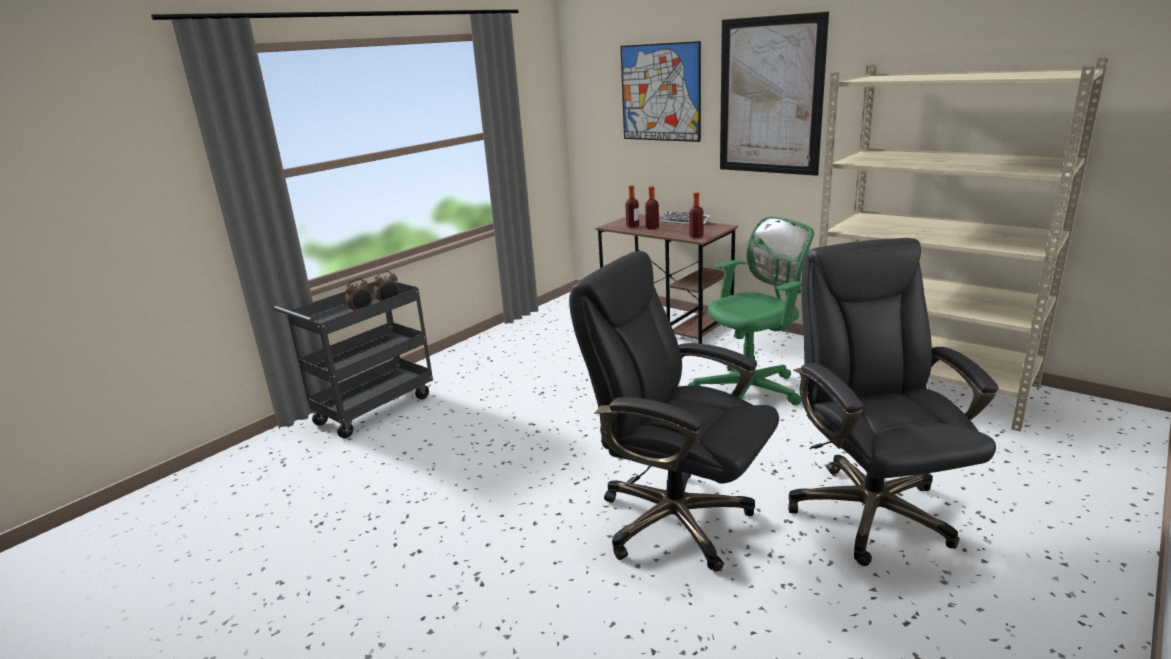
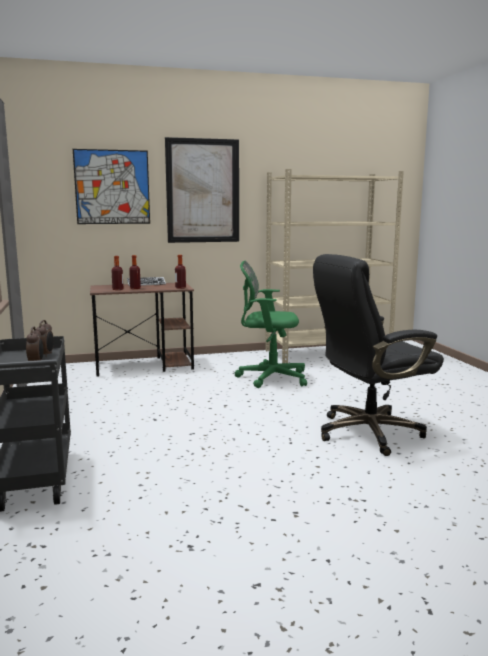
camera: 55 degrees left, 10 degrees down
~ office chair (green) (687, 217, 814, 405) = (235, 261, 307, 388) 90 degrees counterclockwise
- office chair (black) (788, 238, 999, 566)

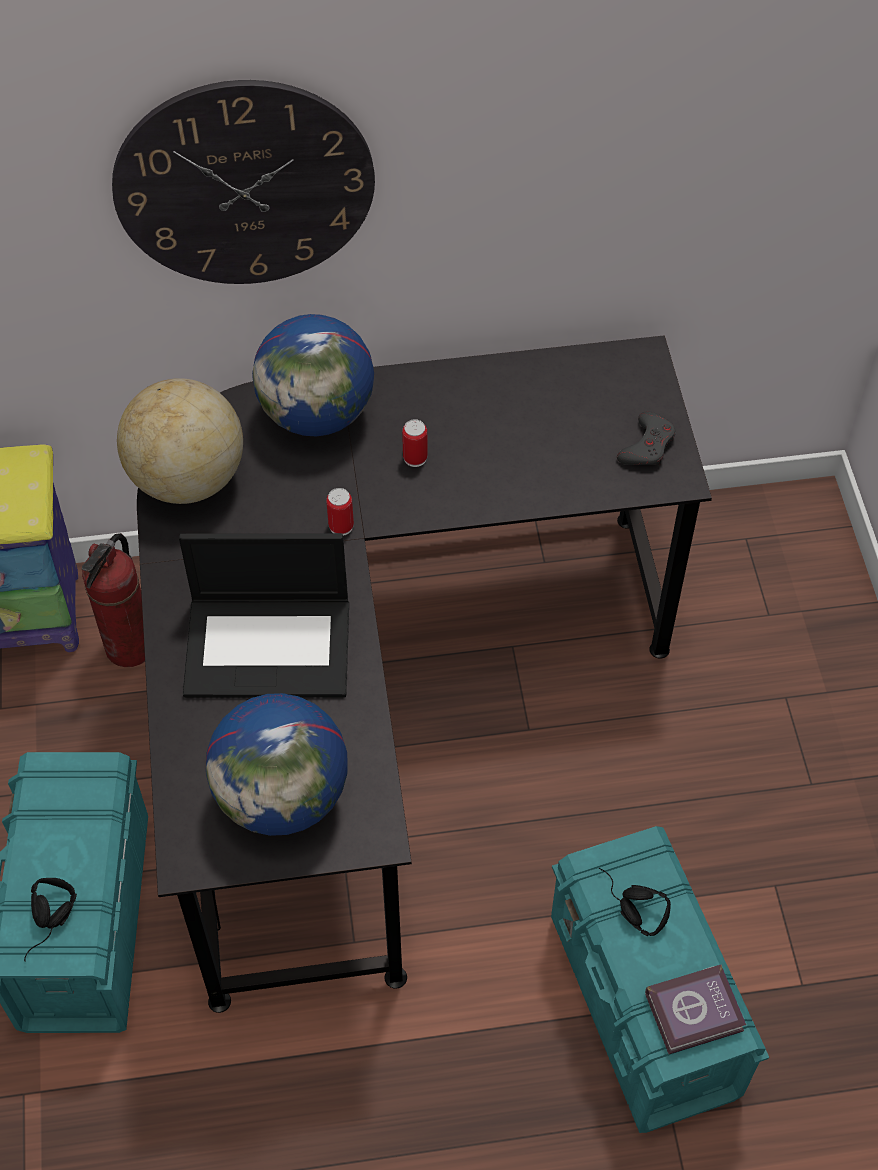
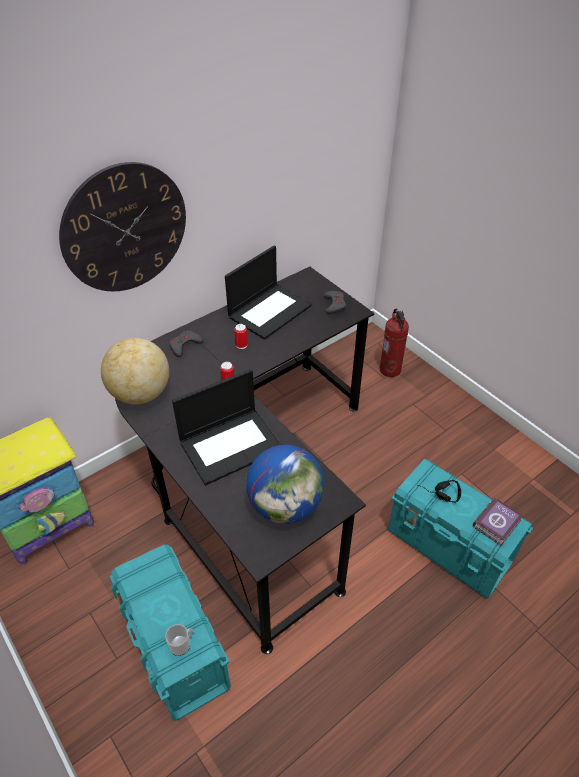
camera: 30 degrees left, 10 degrees down
~ globe (252, 314, 374, 436) to game controller (grey) (169, 331, 203, 357)
~ fire extinguisher (82, 533, 145, 667) to (380, 309, 409, 377)
~ headphones (black) (24, 878, 77, 962) to mug (165, 624, 193, 656)
+ laptop (225, 245, 312, 340)

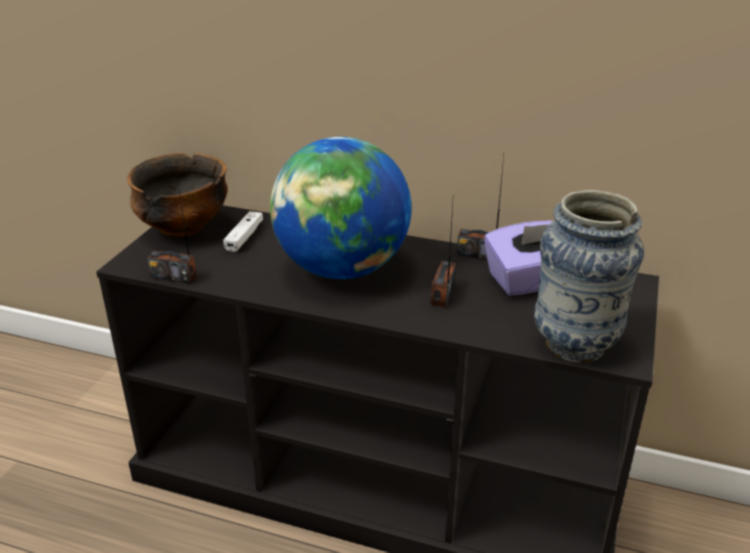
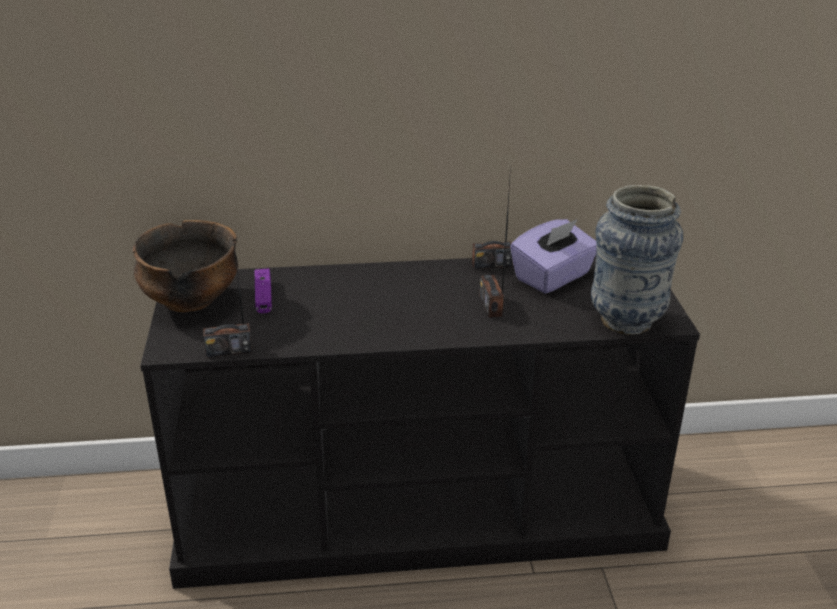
camera: 25 degrees left, 0 degrees up
- globe (270, 137, 411, 279)
~ game controller (white) (223, 211, 263, 252) to game controller (purple) (255, 269, 272, 313)

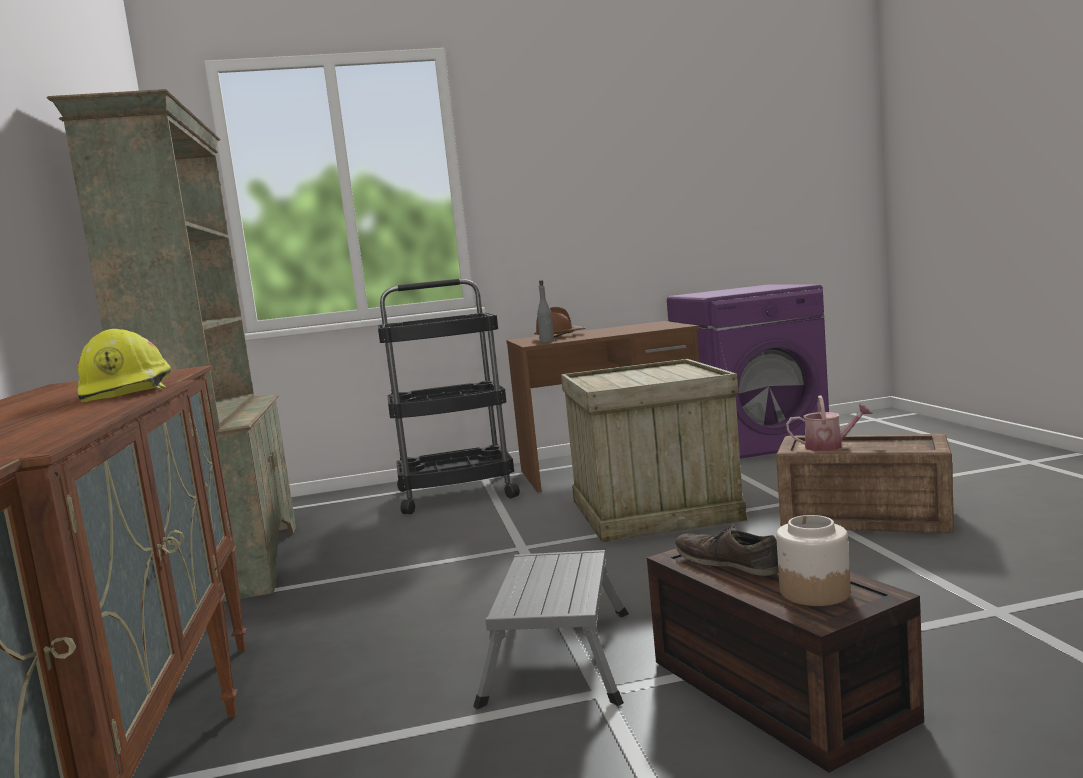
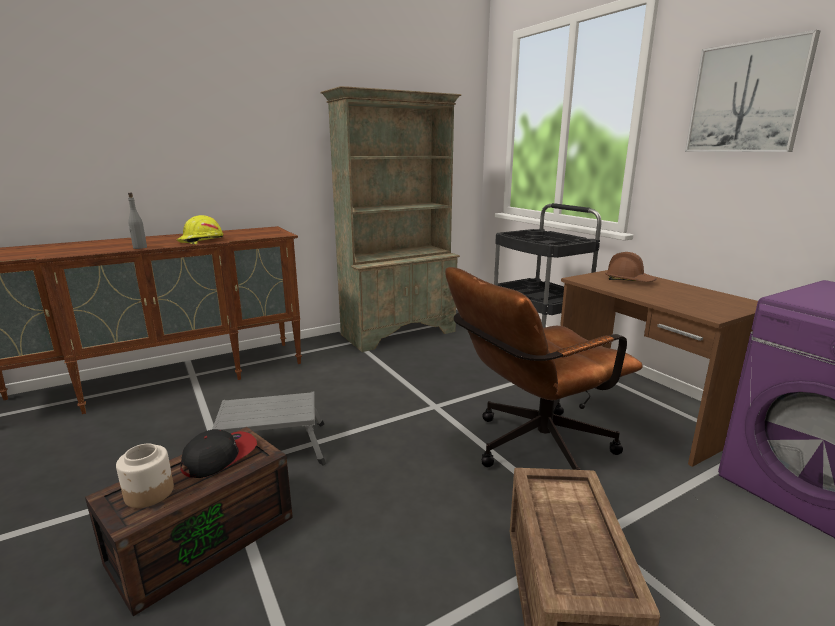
camera: 70 degrees right, 10 degrees up
~ bottle (grey) (537, 280, 554, 343) to (128, 193, 147, 249)
~ crate (561, 359, 747, 542) to office chair (brown) (445, 267, 643, 470)
- watering can (786, 396, 873, 451)
~ shoe (brown) (675, 526, 779, 576) to cap (180, 429, 257, 478)
+ picture (685, 30, 820, 152)

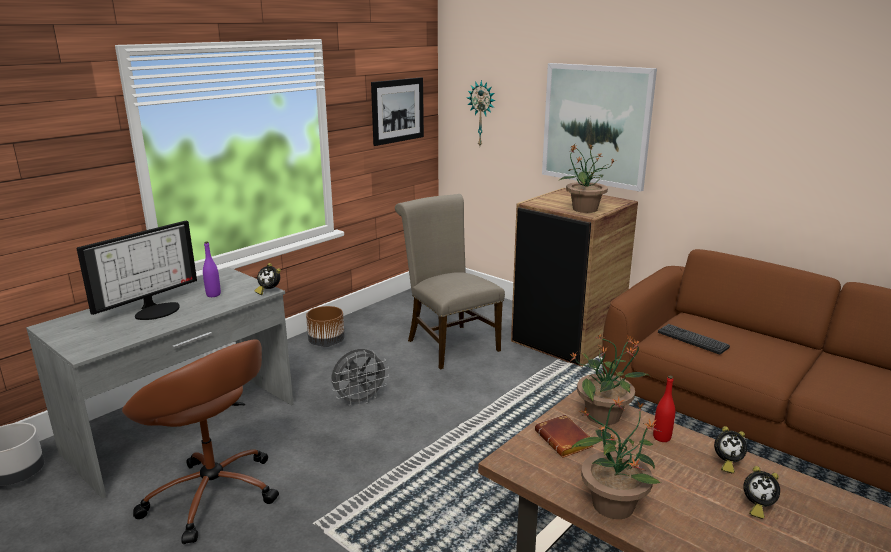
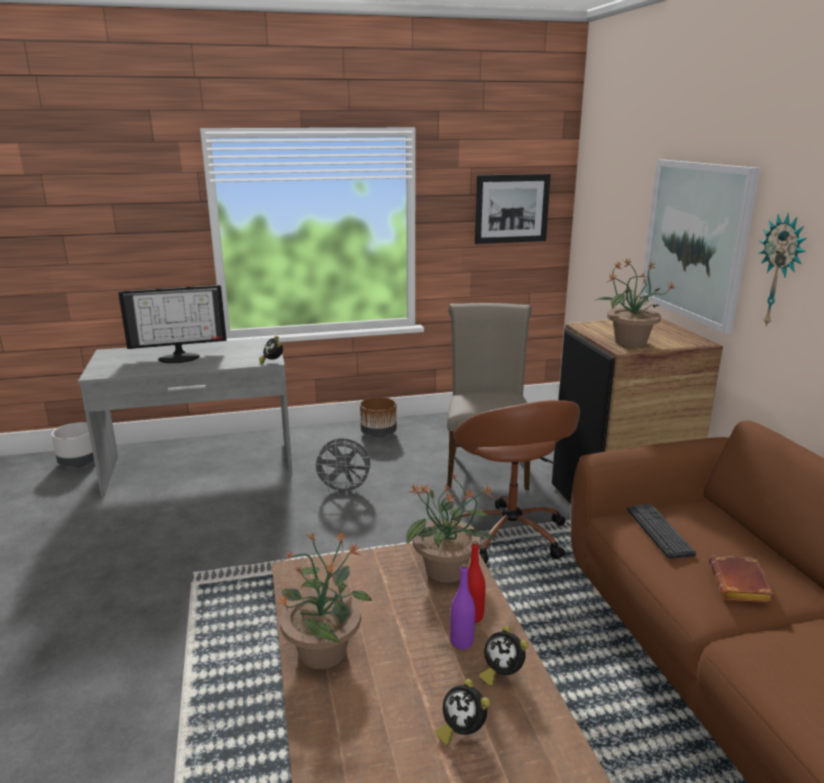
camera: 35 degrees right, 0 degrees up
~ wall clock (467, 80, 496, 146) to (759, 213, 807, 326)
~ bottle (purple) (203, 242, 221, 297) to (450, 563, 475, 649)
~ office chair (brown) (122, 339, 279, 544) to (453, 400, 580, 564)
~ book (brown) (535, 414, 593, 458) to (709, 556, 774, 603)

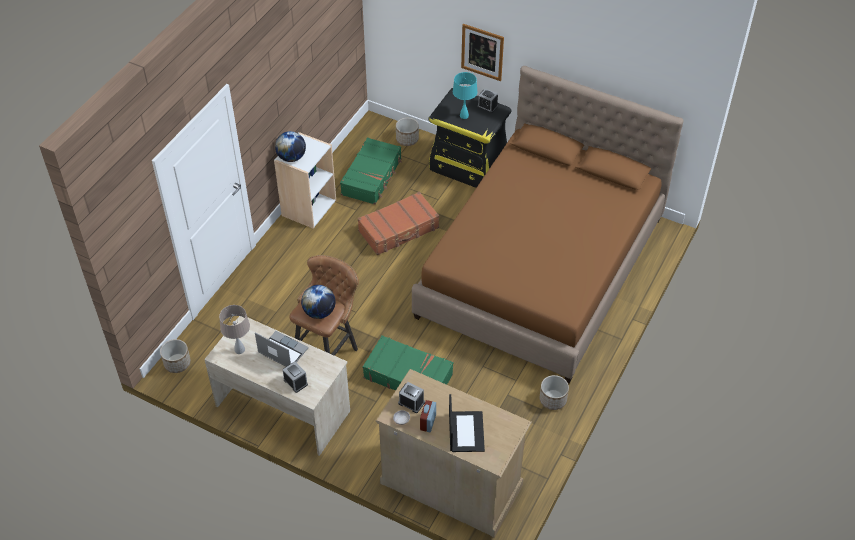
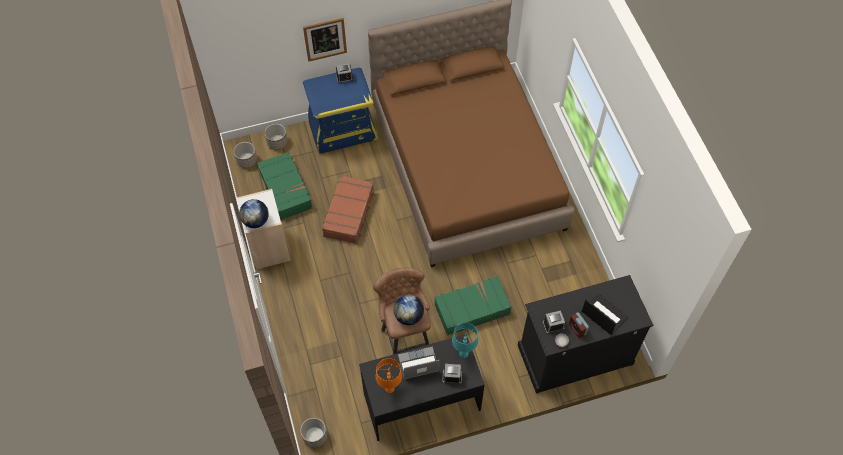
camera: 45 degrees left, 10 degrees up
~ table lamp (turquoise) (453, 72, 477, 119) to (452, 322, 478, 358)
~ nightstand (black) (428, 88, 512, 188) to nightstand (blue) (303, 68, 378, 153)
~ table lamp (beige) (219, 305, 250, 354) to table lamp (orange) (376, 358, 402, 393)
~ desk (beige) (204, 316, 350, 456) to desk (black) (359, 334, 485, 441)
~ dresser (beige) (376, 369, 532, 538) to dresser (black) (518, 275, 654, 394)
~ planter (540, 375, 569, 410) to (233, 142, 257, 168)

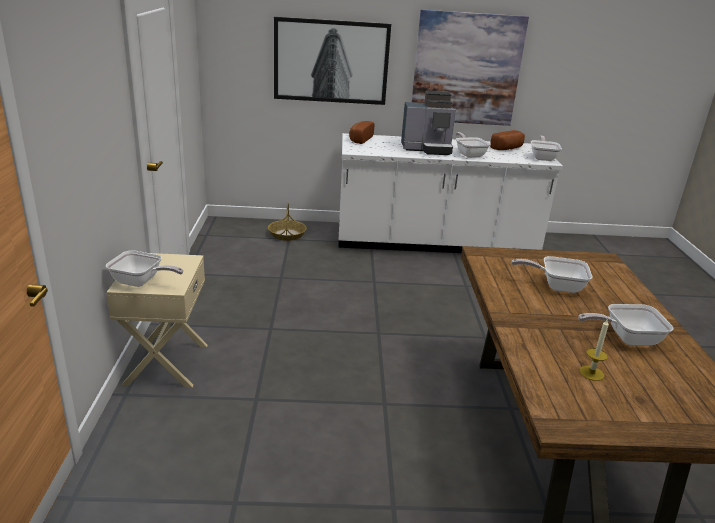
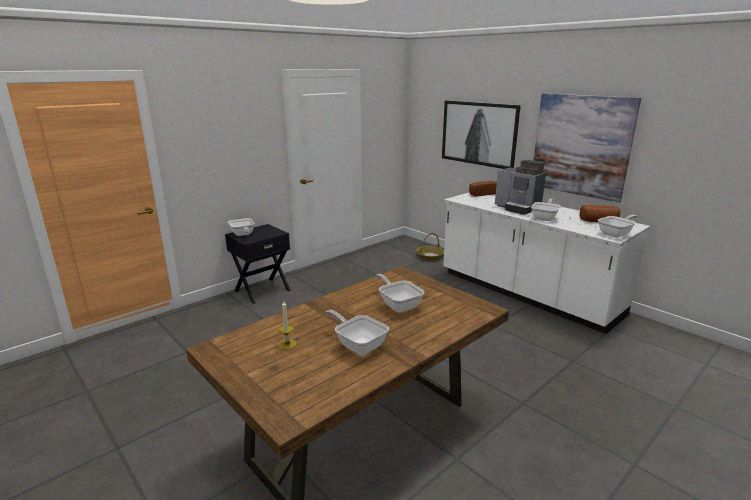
camera: 50 degrees right, 5 degrees down
~ nightstand (beige) (107, 253, 208, 387) to nightstand (black) (225, 224, 291, 304)

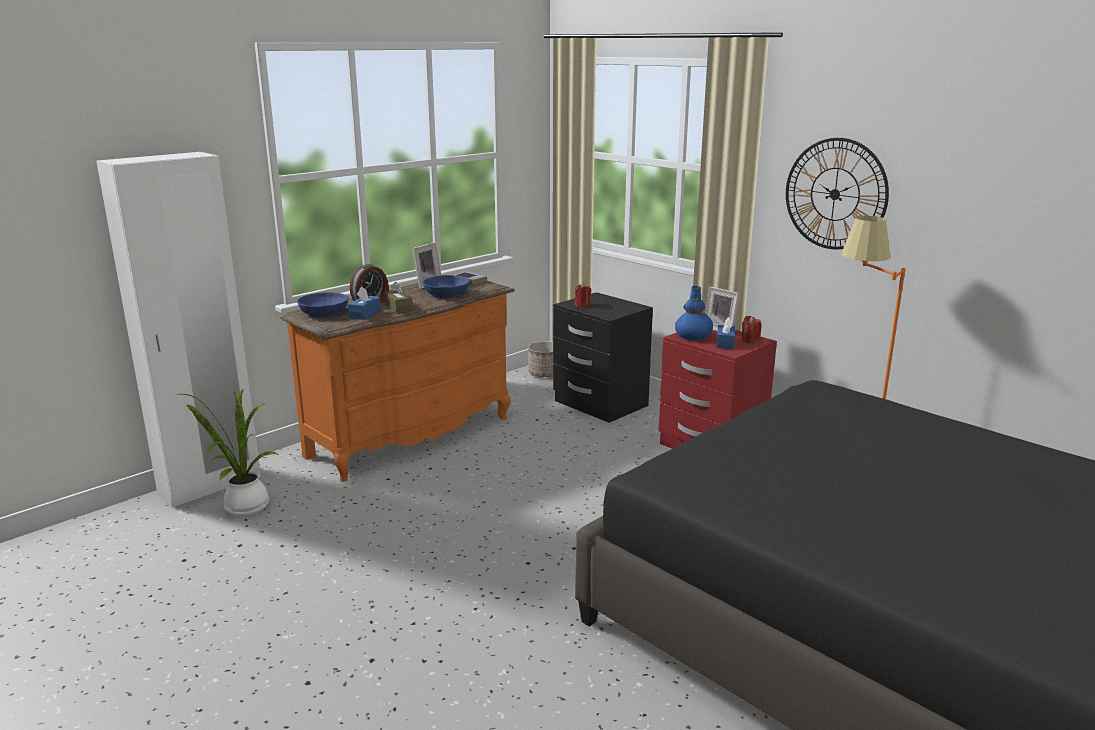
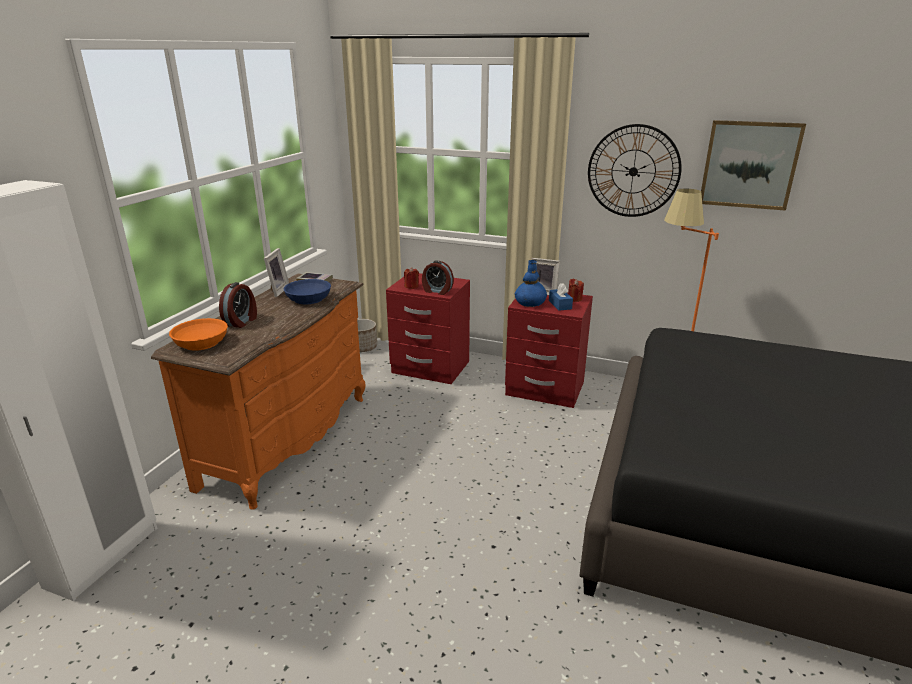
camera: 25 degrees left, 5 degrees up
- tissue box (brown) (385, 282, 413, 314)
- tissue box (blue) (348, 287, 381, 320)
~ bowl (blue) (297, 292, 349, 318) to bowl (orange) (169, 318, 228, 351)
~ nightstand (black) (553, 292, 653, 423) to nightstand (red) (386, 273, 470, 384)
- potted plant (181, 389, 278, 516)
+ picture (701, 120, 806, 211)
+ alarm clock (422, 261, 454, 295)

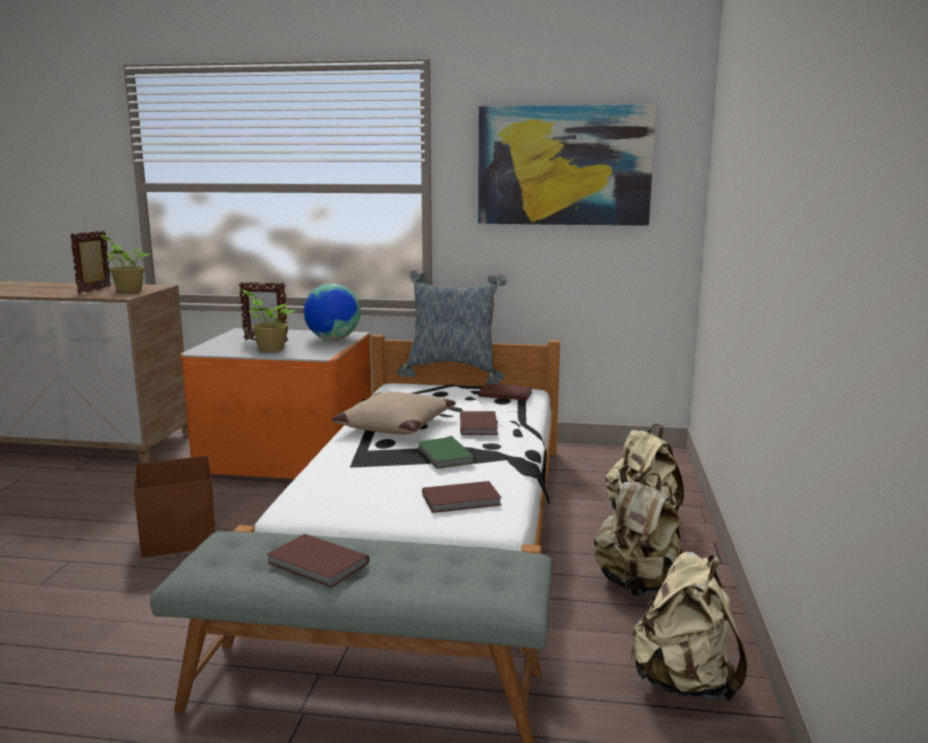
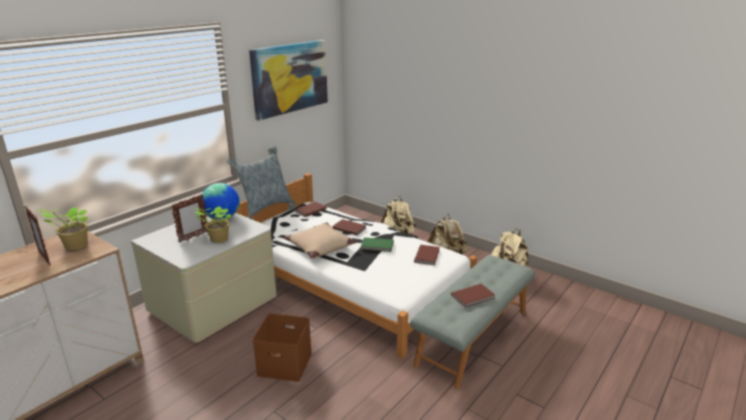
camera: 60 degrees left, 10 degrees up
~ nightstand (orange) (181, 328, 372, 479) to nightstand (beige) (131, 212, 277, 343)

